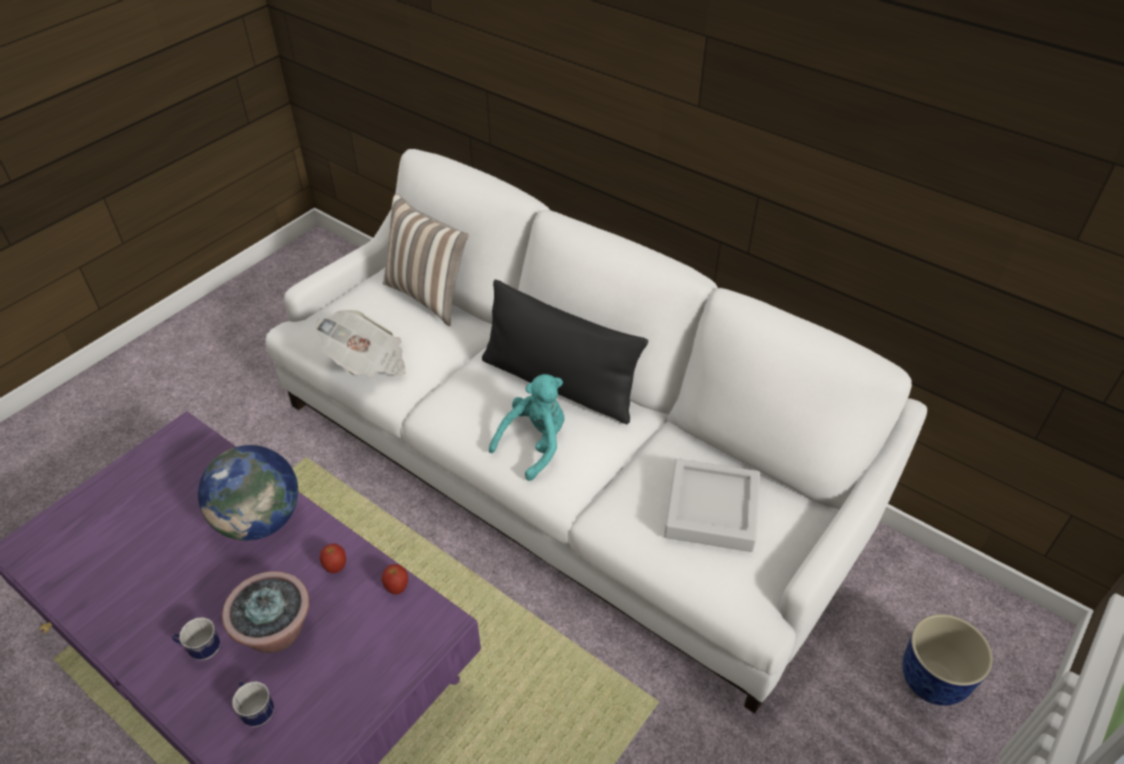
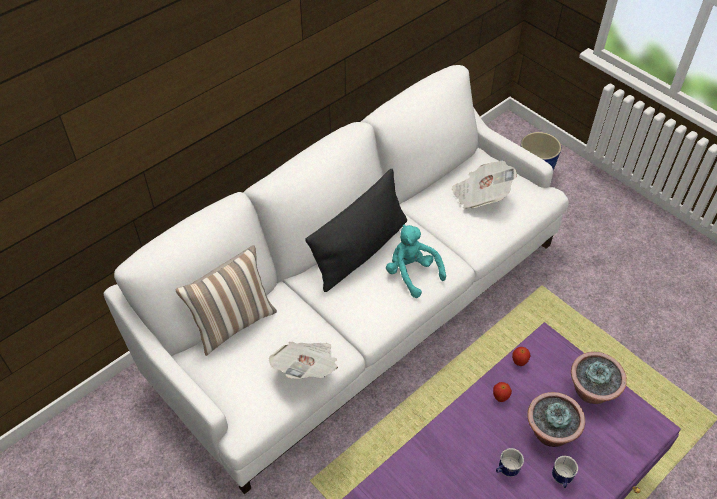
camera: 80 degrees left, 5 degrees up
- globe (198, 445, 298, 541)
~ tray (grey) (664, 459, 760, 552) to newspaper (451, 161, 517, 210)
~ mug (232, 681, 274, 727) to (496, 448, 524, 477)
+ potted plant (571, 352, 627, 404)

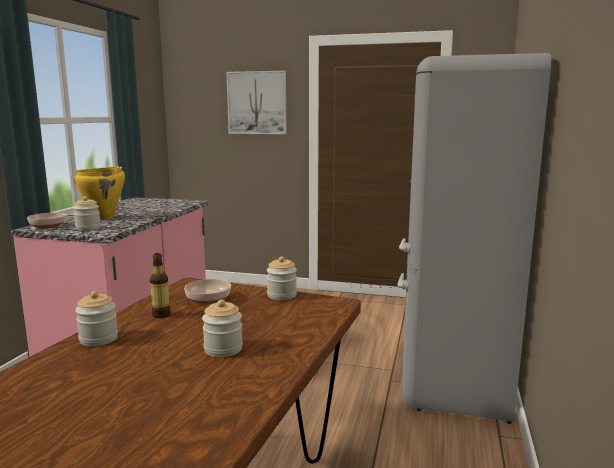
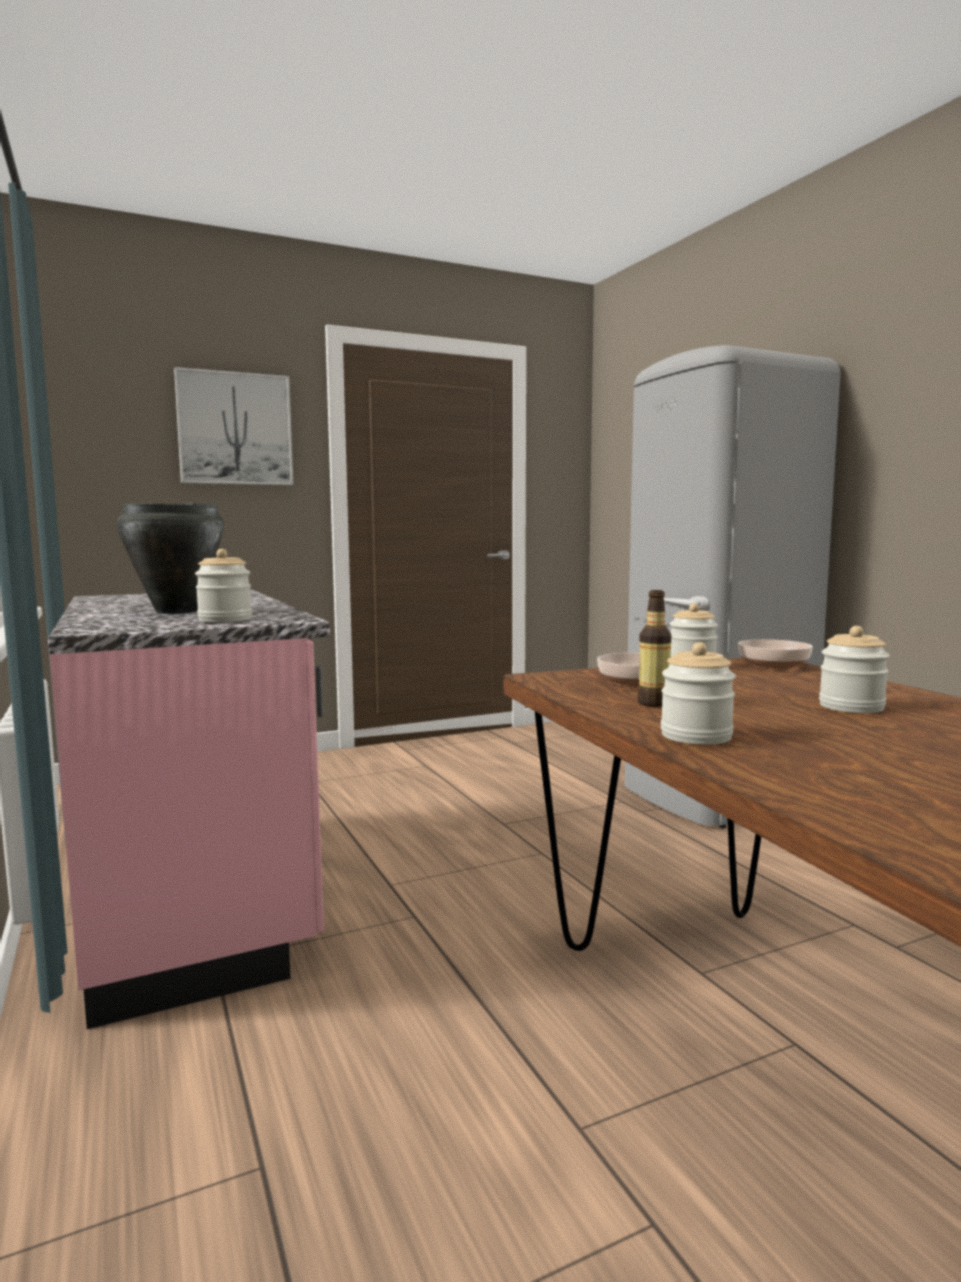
camera: 40 degrees left, 5 degrees down
~ cooking pot (yellow) (74, 166, 125, 220) to cooking pot (black) (117, 503, 224, 614)
~ bowl (27, 213, 66, 229) to (738, 639, 813, 669)

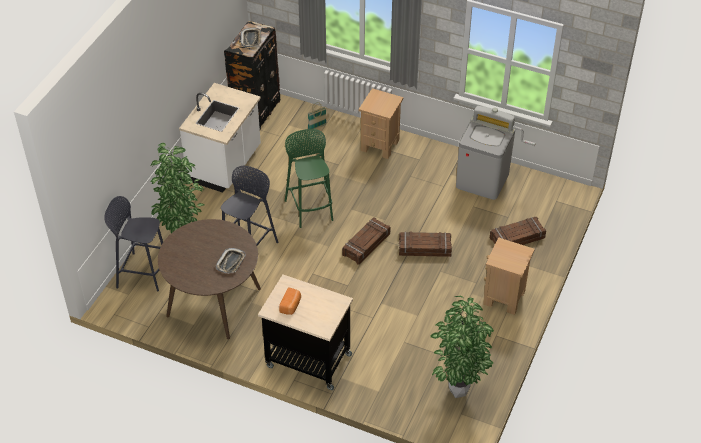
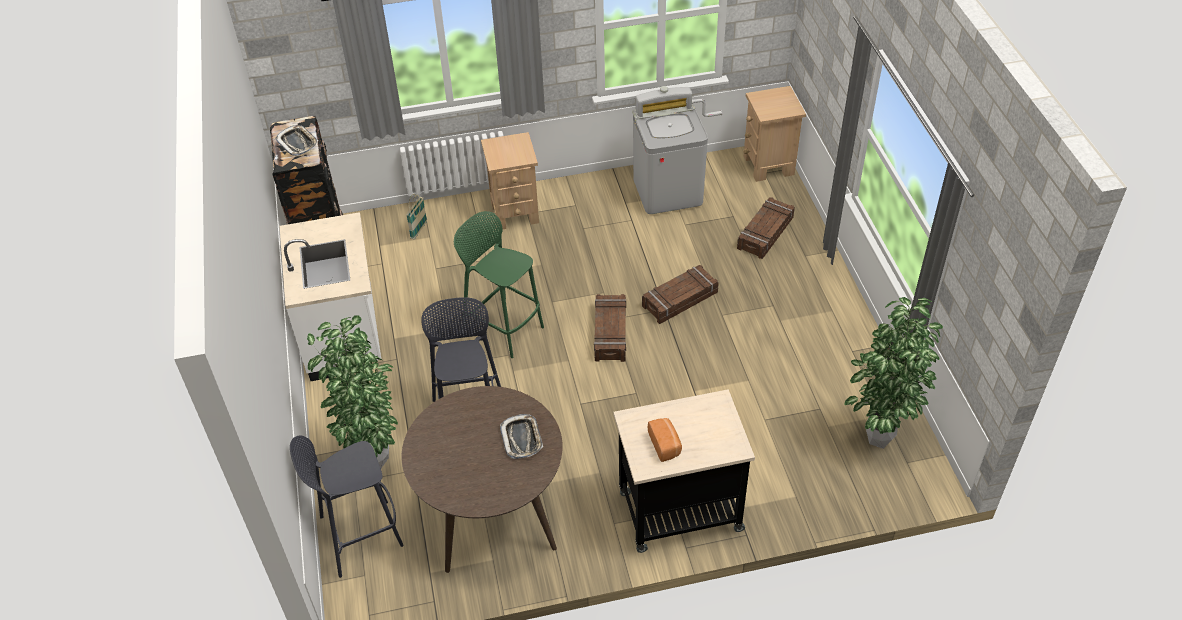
camera: 35 degrees left, 0 degrees up
~ nightstand (beige) (483, 237, 535, 315) to (743, 86, 806, 182)

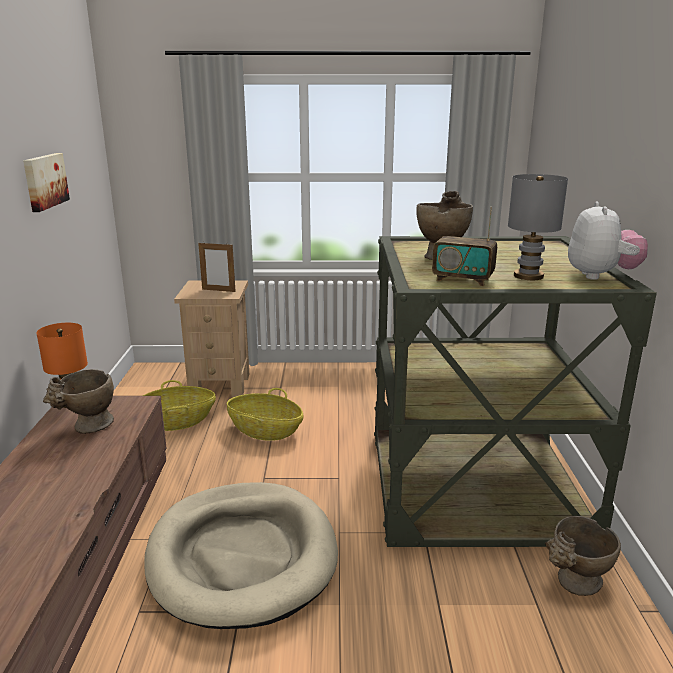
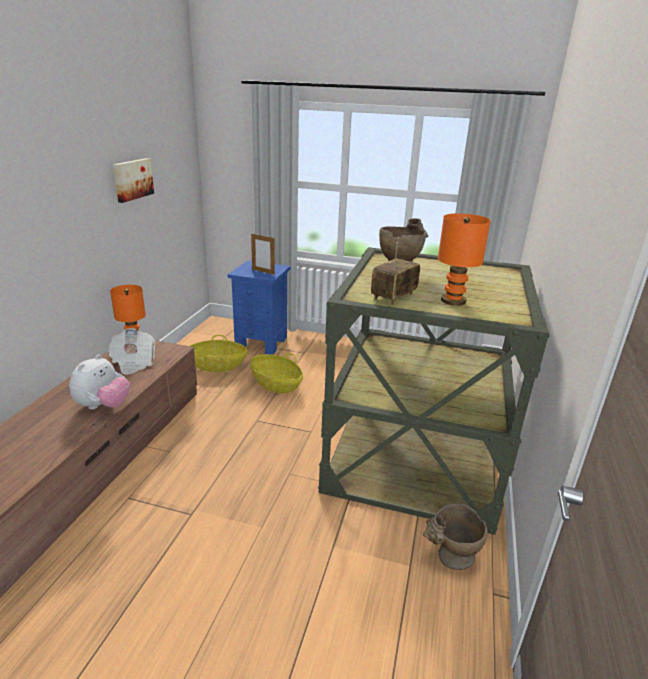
camera: 15 degrees right, 5 degrees up
~ table lamp (grey) (508, 174, 568, 280) to table lamp (orange) (438, 213, 491, 306)
~ plush toy (568, 201, 648, 280) to (69, 354, 130, 410)
~ radio (432, 207, 497, 287) = (371, 242, 420, 305) 90 degrees clockwise
~ nightstand (beige) (174, 280, 249, 397) to nightstand (blue) (228, 261, 291, 355)
~ vase (beige) (43, 369, 114, 434) to newspaper (108, 328, 155, 375)
- dog bed (beige) (144, 482, 338, 629)

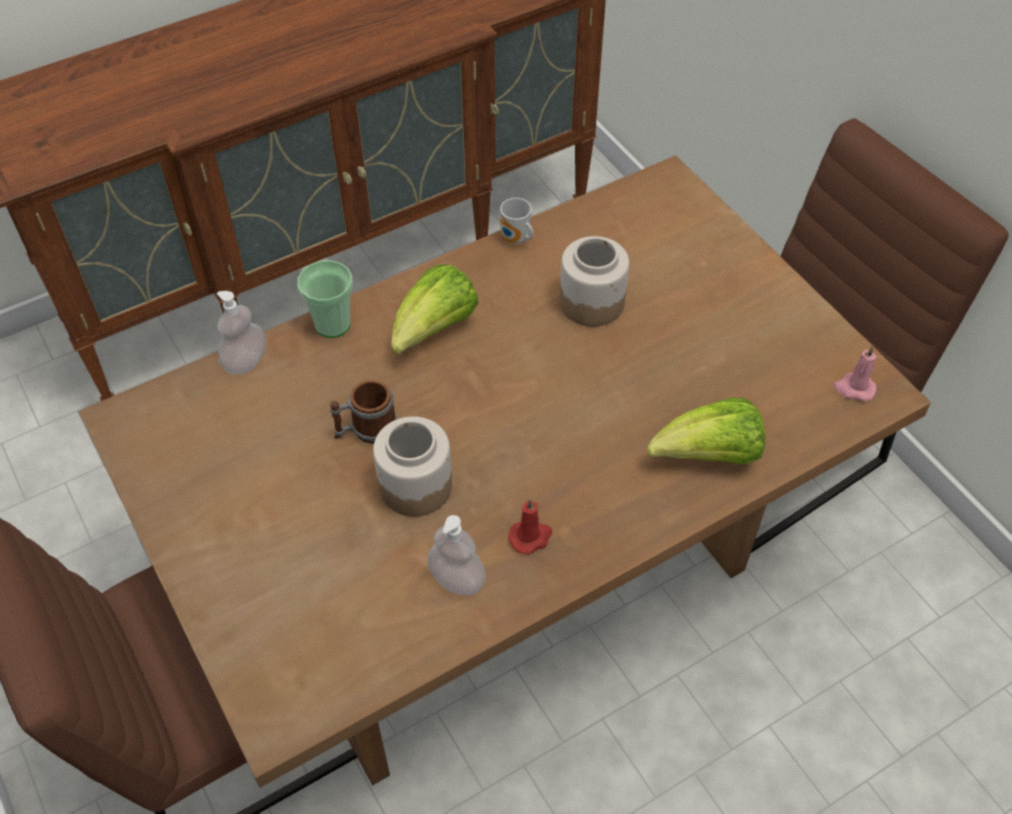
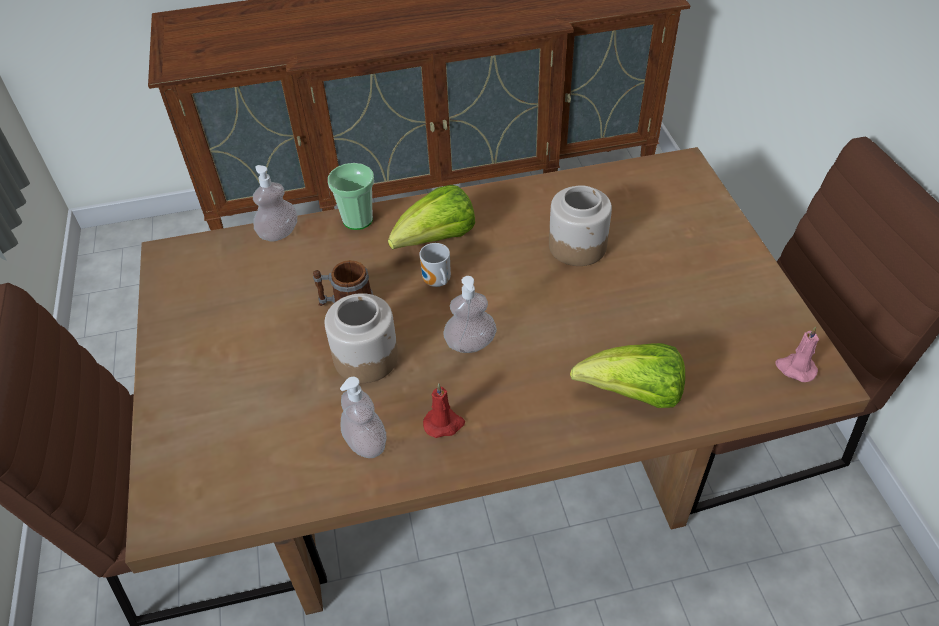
camera: 20 degrees right, 5 degrees down
~ mug (500, 198, 534, 244) to (419, 243, 451, 287)
+ soap dispenser (443, 276, 497, 353)

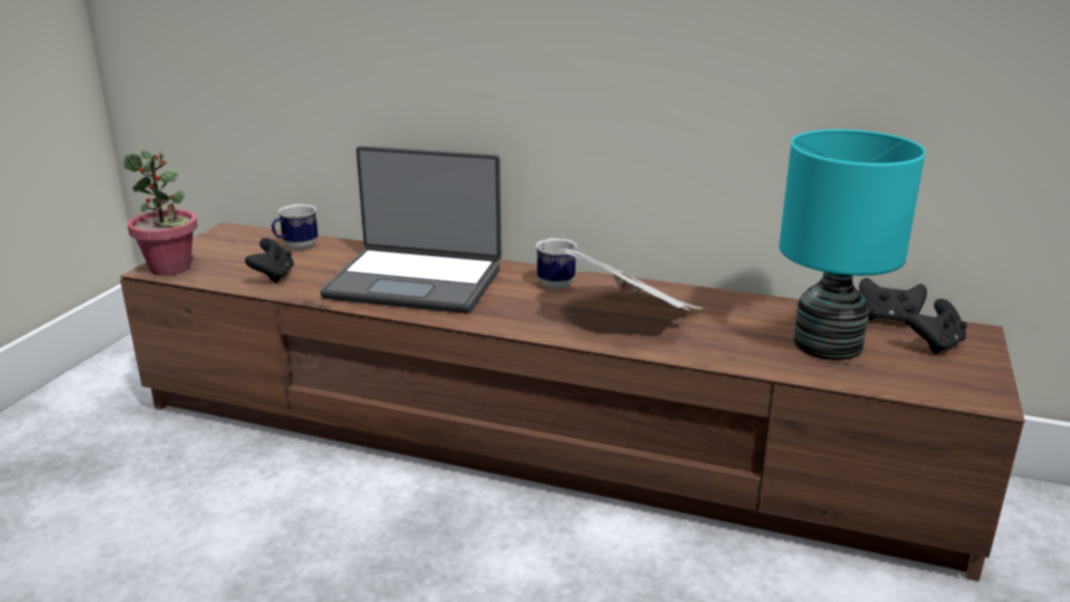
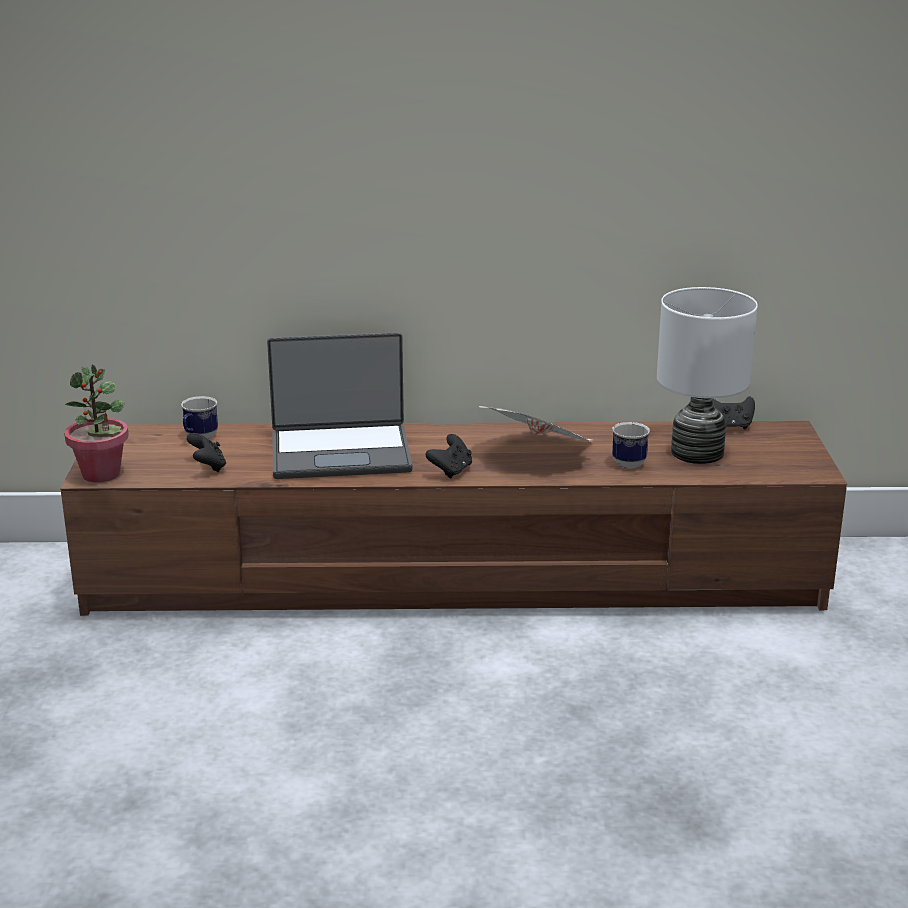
camera: 20 degrees left, 0 degrees up
~ table lamp (turquoise) (779, 129, 925, 360) to table lamp (white) (657, 287, 758, 464)
~ mug (536, 238, 577, 289) to (612, 422, 650, 469)
~ game controller (black) (907, 299, 967, 354) to (425, 434, 472, 479)

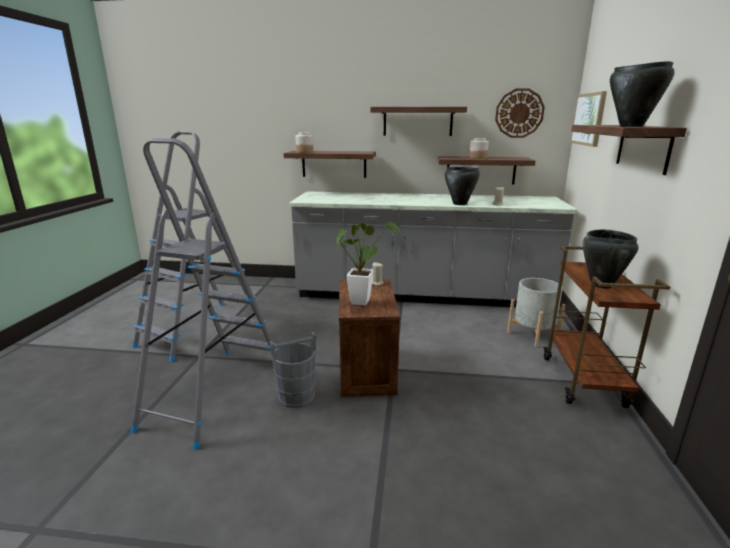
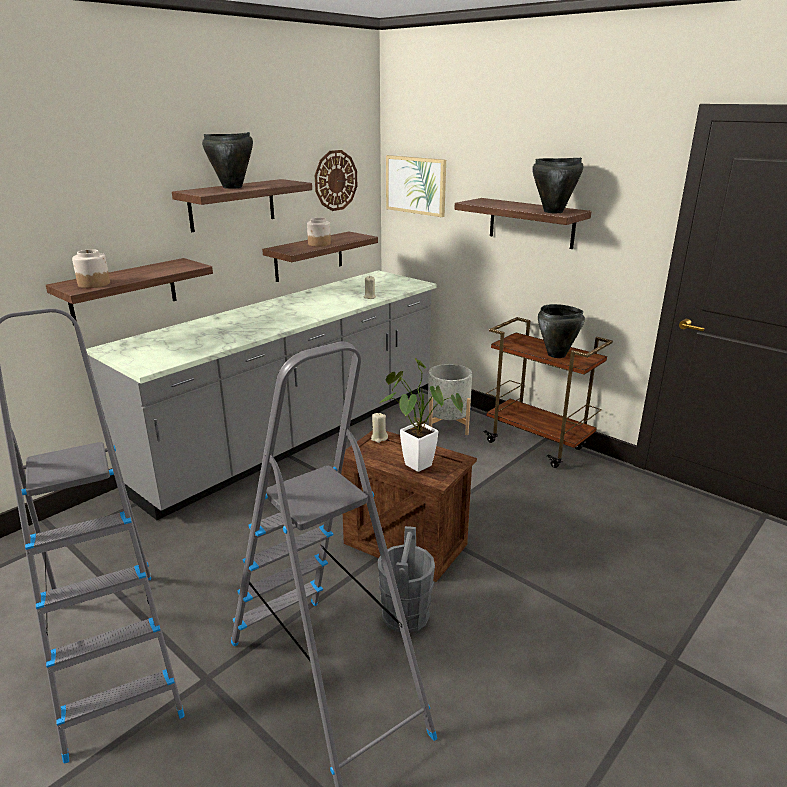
camera: 55 degrees left, 5 degrees up
~ cooking pot (black) (445, 167, 480, 205) to (202, 132, 253, 189)

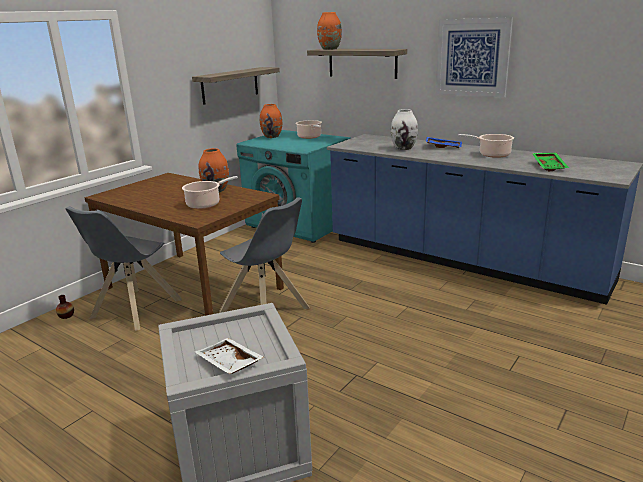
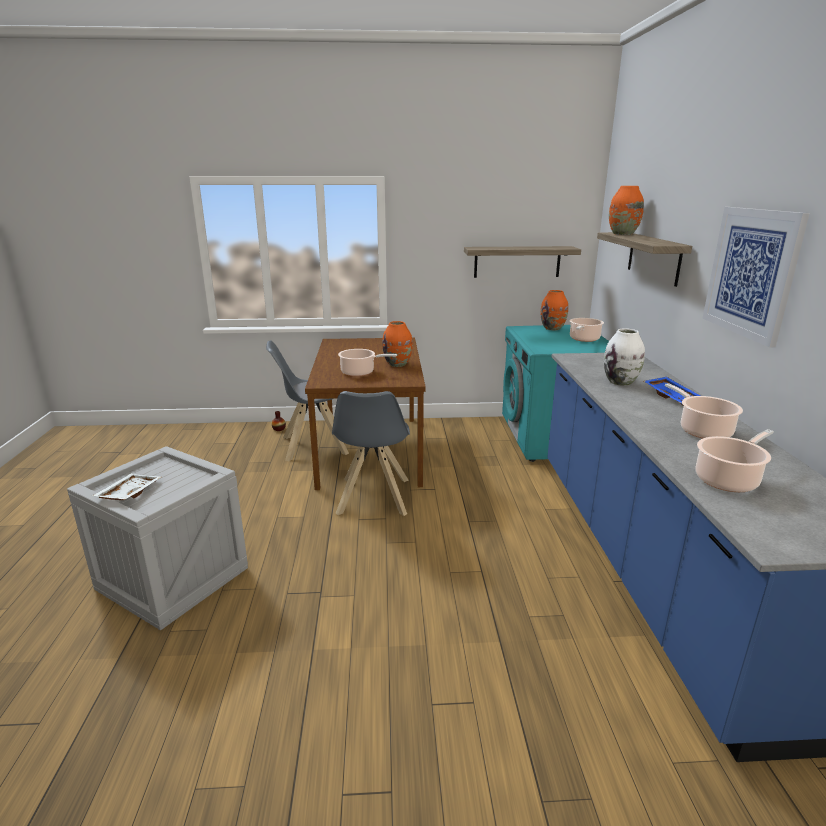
camera: 50 degrees right, 0 degrees up
~ tray (green) (532, 152, 569, 171) to cooking pot (695, 429, 774, 492)

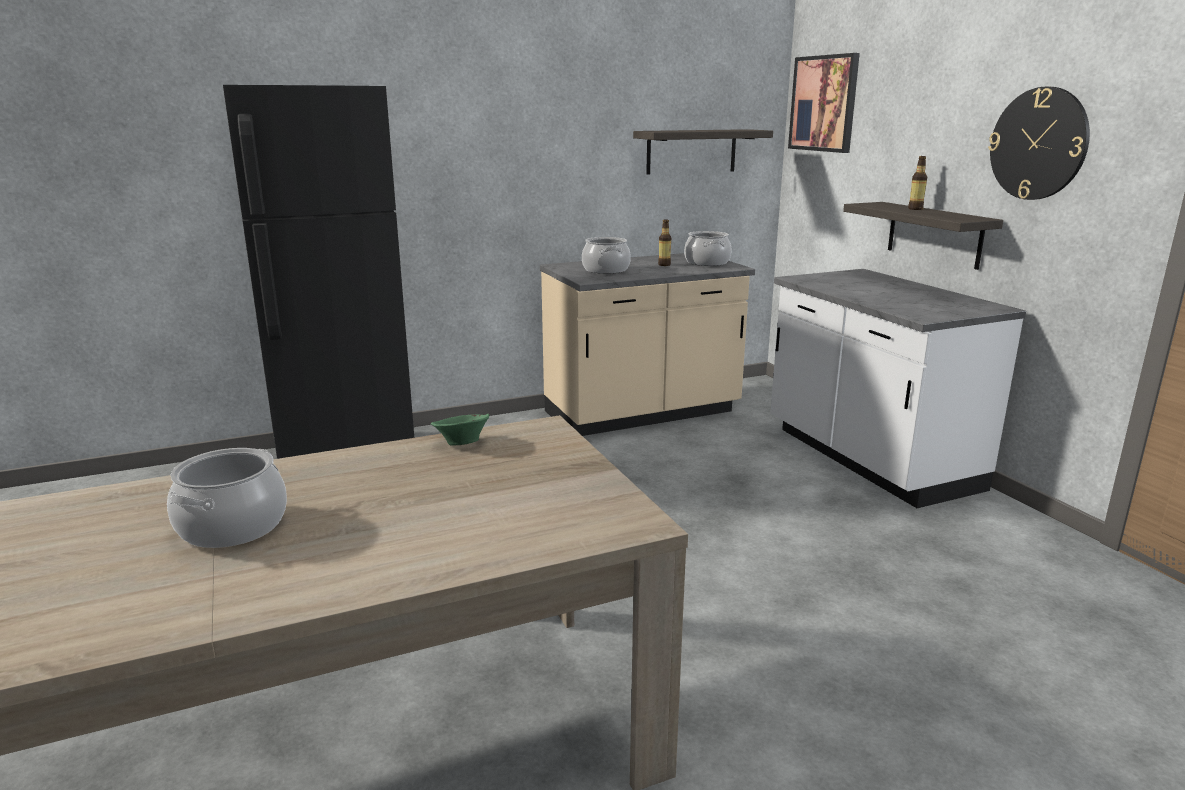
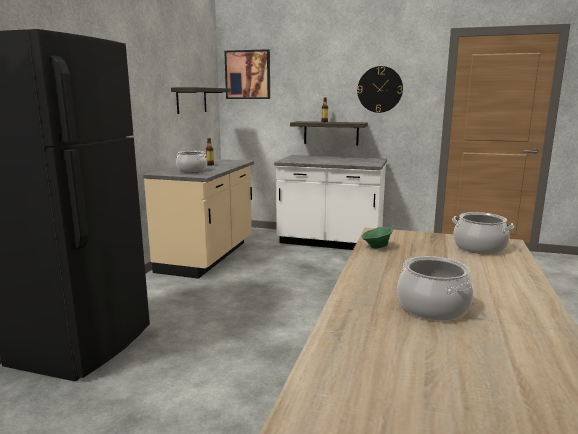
camera: 50 degrees left, 5 degrees down
~ cooking pot (684, 231, 732, 266) to (452, 212, 514, 254)

